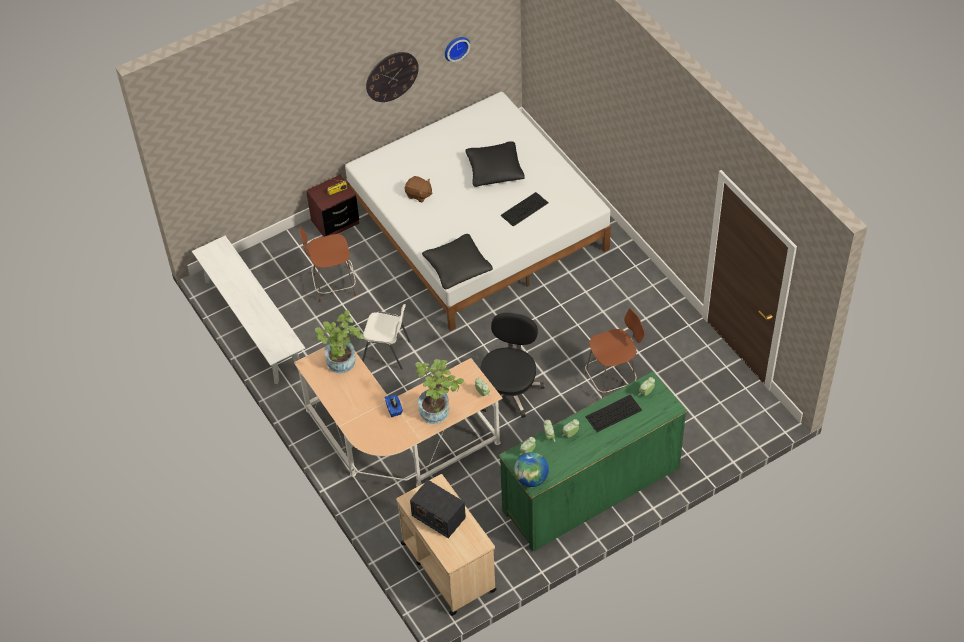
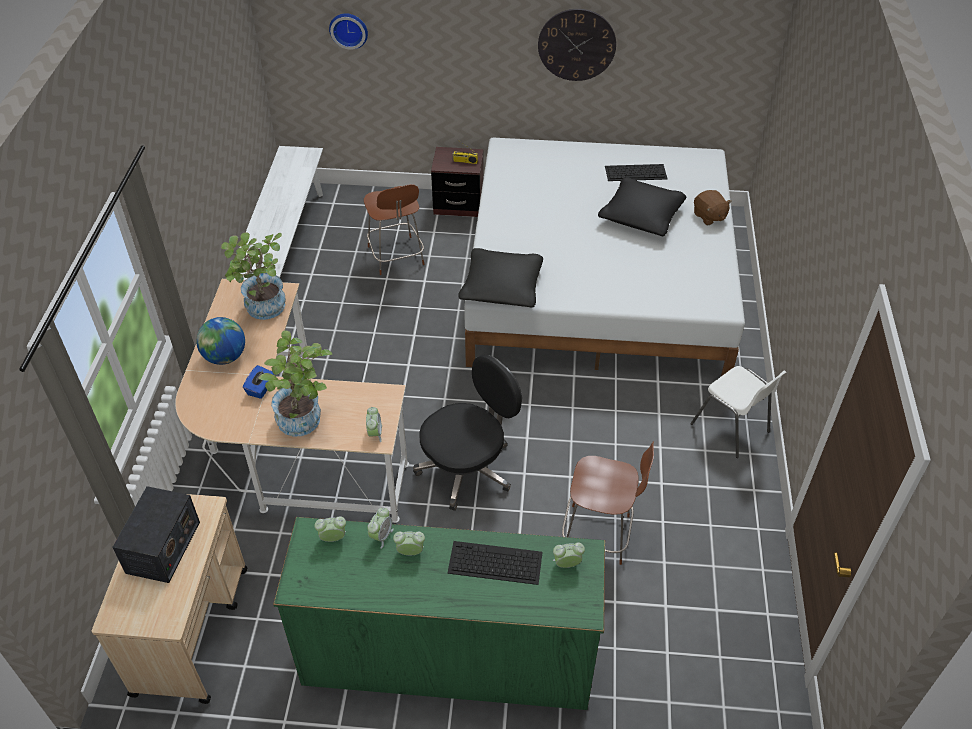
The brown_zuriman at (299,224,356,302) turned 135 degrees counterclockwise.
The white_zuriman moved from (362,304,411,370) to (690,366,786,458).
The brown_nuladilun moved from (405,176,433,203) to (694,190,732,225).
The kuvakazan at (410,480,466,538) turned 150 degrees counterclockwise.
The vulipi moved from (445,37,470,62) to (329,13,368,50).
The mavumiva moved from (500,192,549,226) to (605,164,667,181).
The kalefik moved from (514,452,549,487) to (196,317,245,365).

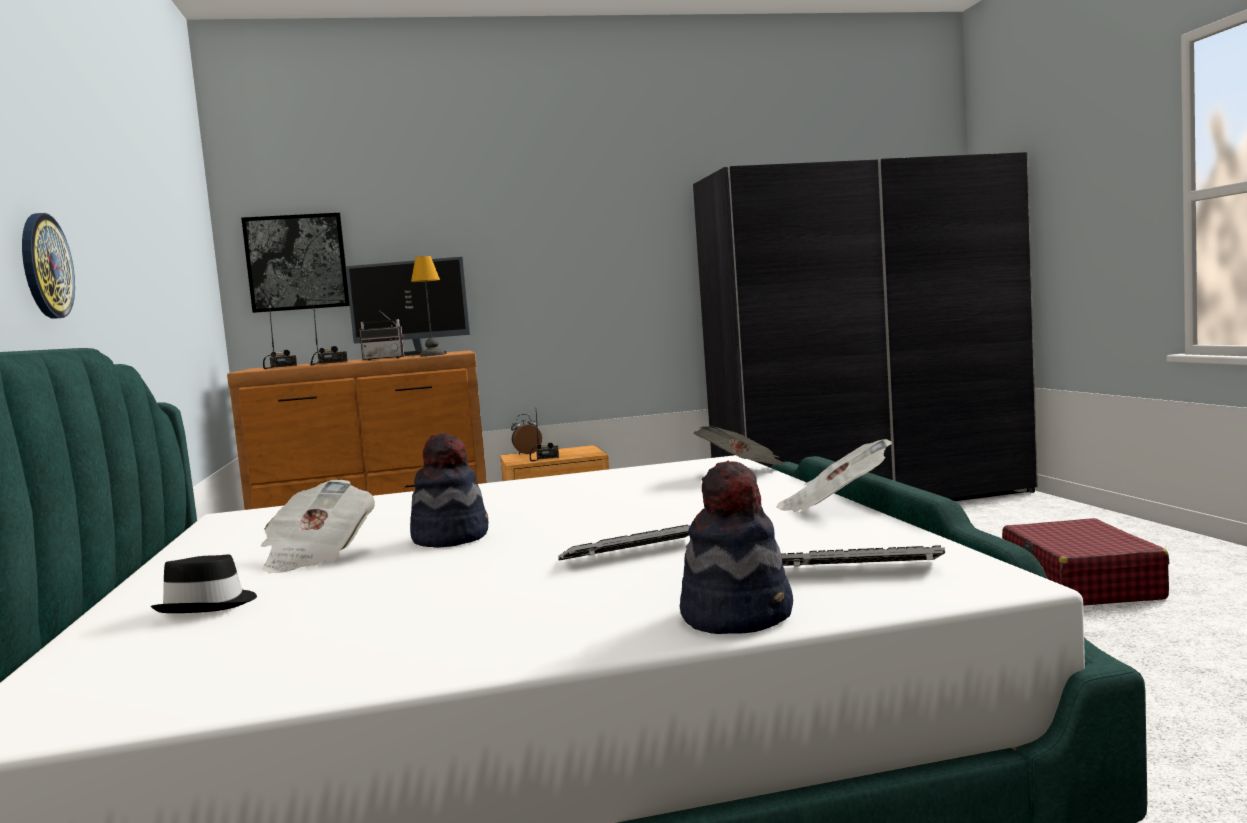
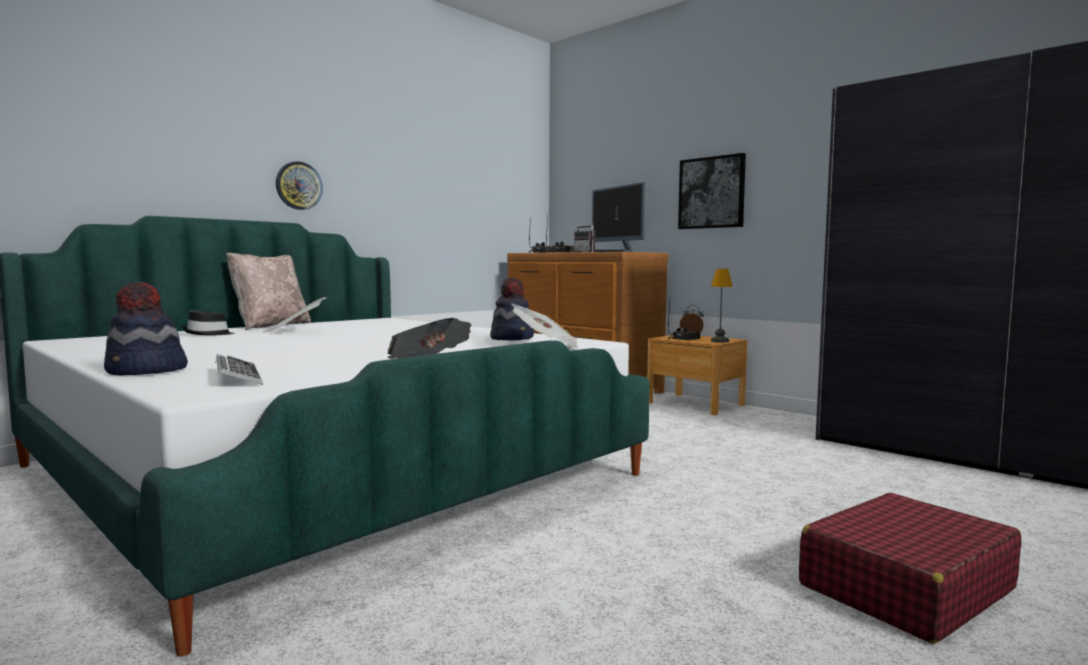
The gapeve moved from (241,213,350,313) to (678,153,746,229).
The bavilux moved from (410,433,488,548) to (490,278,534,340).
The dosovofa moved from (411,256,445,356) to (711,269,733,343).
The mavumiva at (558,525,690,560) disappeared.
The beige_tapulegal at (226,253,311,330) appeared.

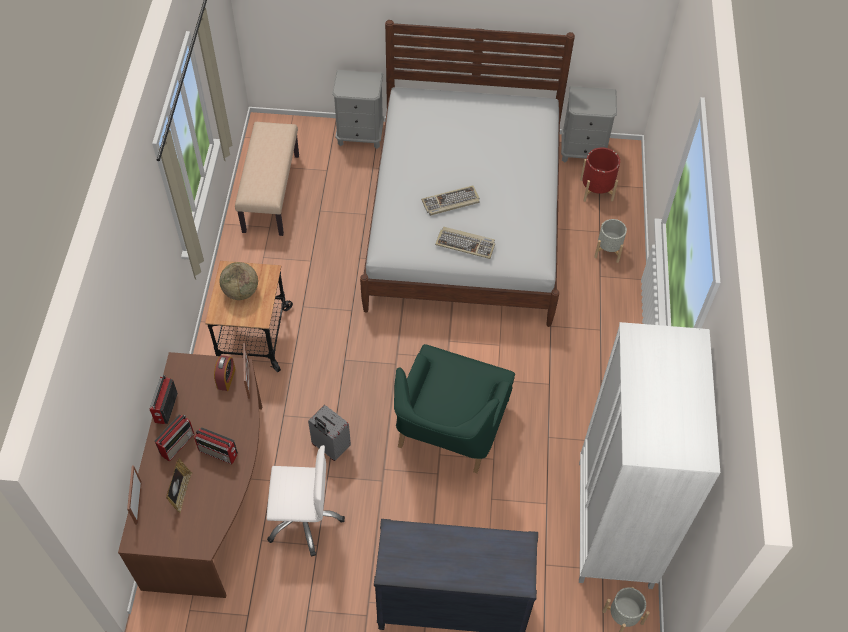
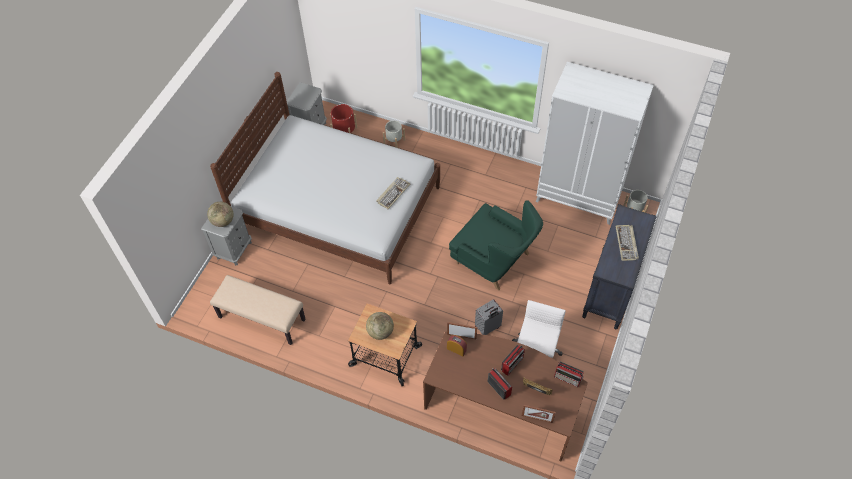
The kuvakazan moved from (150,375,178,424) to (554,361,584,387).
The mavumiva moved from (421,186,480,216) to (615,225,639,261).
The kalefik at (207,202,233,227) appeared.

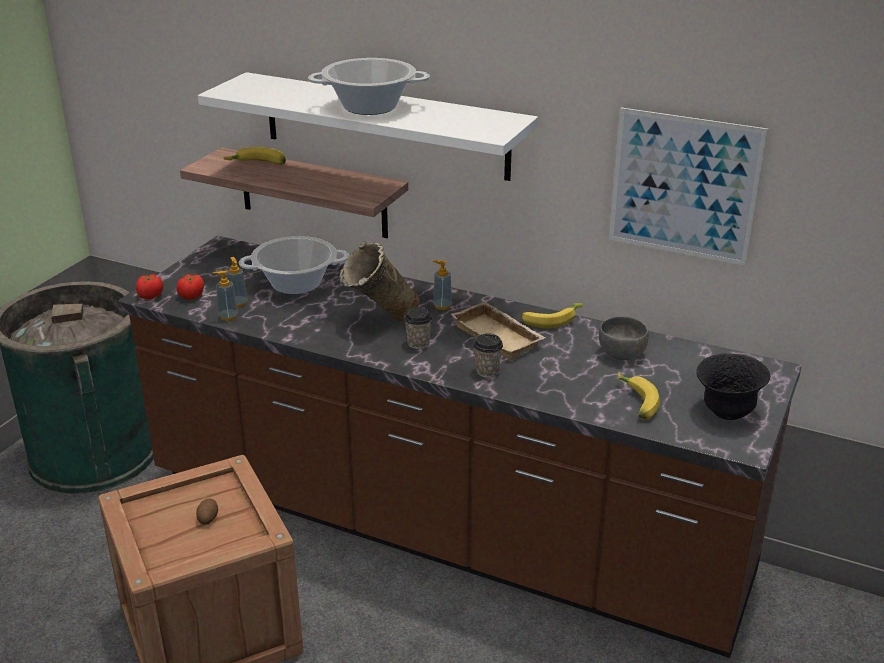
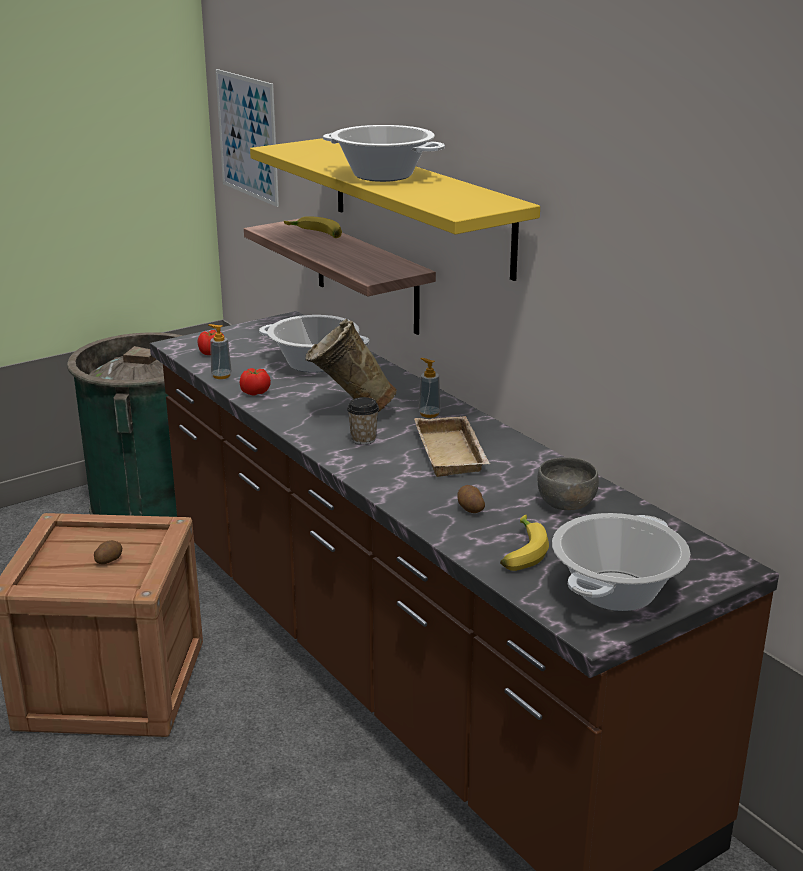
The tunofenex moved from (136,274,163,299) to (240,368,271,396).
The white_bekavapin at (198,72,538,181) became the yellow_bekavapin at (250,138,540,281).
The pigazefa at (227,257,248,307) disappeared.
The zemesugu at (473,333,503,378) disappeared.
The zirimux at (521,303,583,329) disappeared.
The gapeve moved from (609,108,768,266) to (215,69,279,207).
The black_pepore at (696,354,771,420) was replaced by the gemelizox at (552,513,690,611).
The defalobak at (457,485,485,513) appeared.

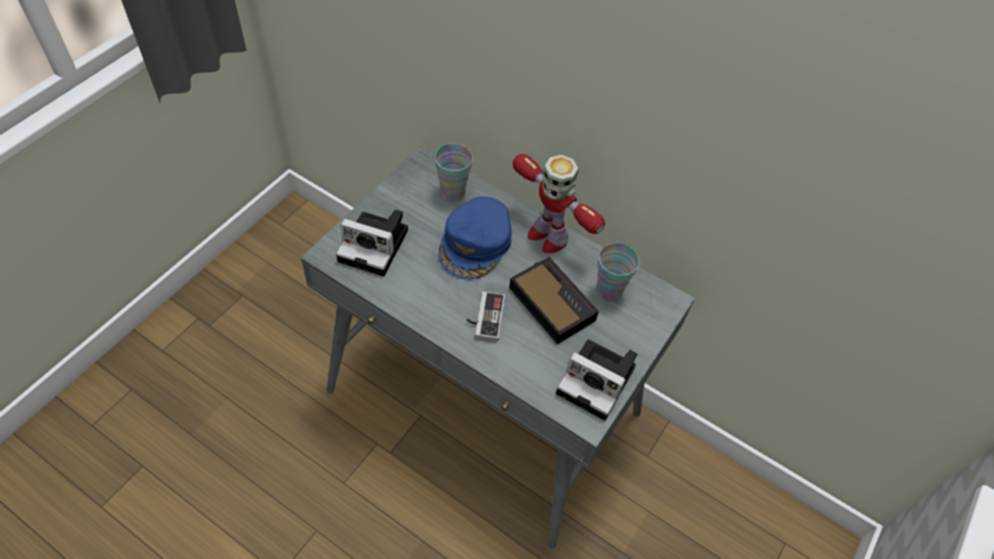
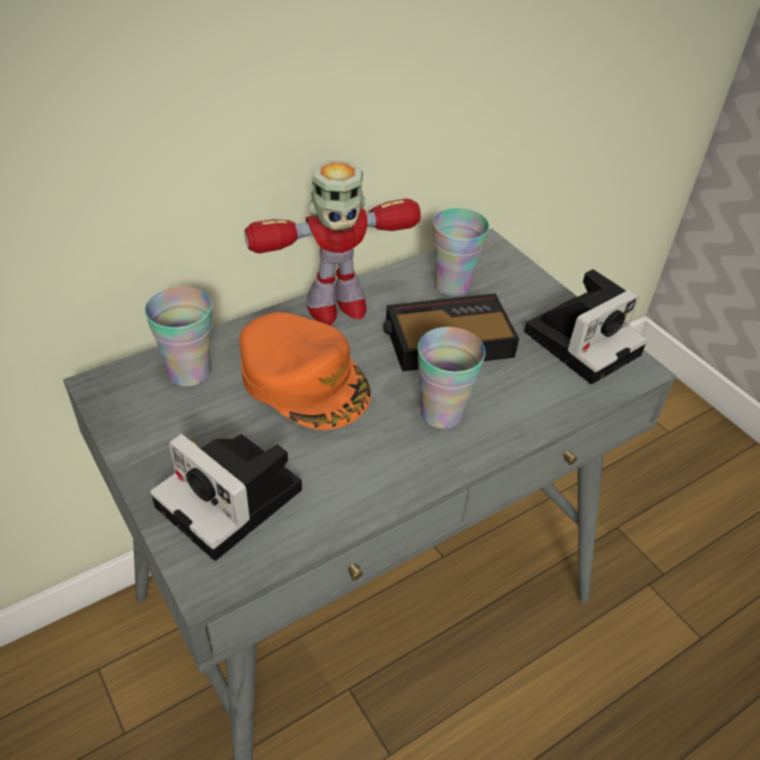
The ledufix at (336,209,408,276) turned 90 degrees clockwise.
The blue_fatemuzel at (439,196,512,280) became the orange_fatemuzel at (239,312,371,430).
The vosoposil at (466,291,505,342) was replaced by the zemesugu at (418,327,486,429).

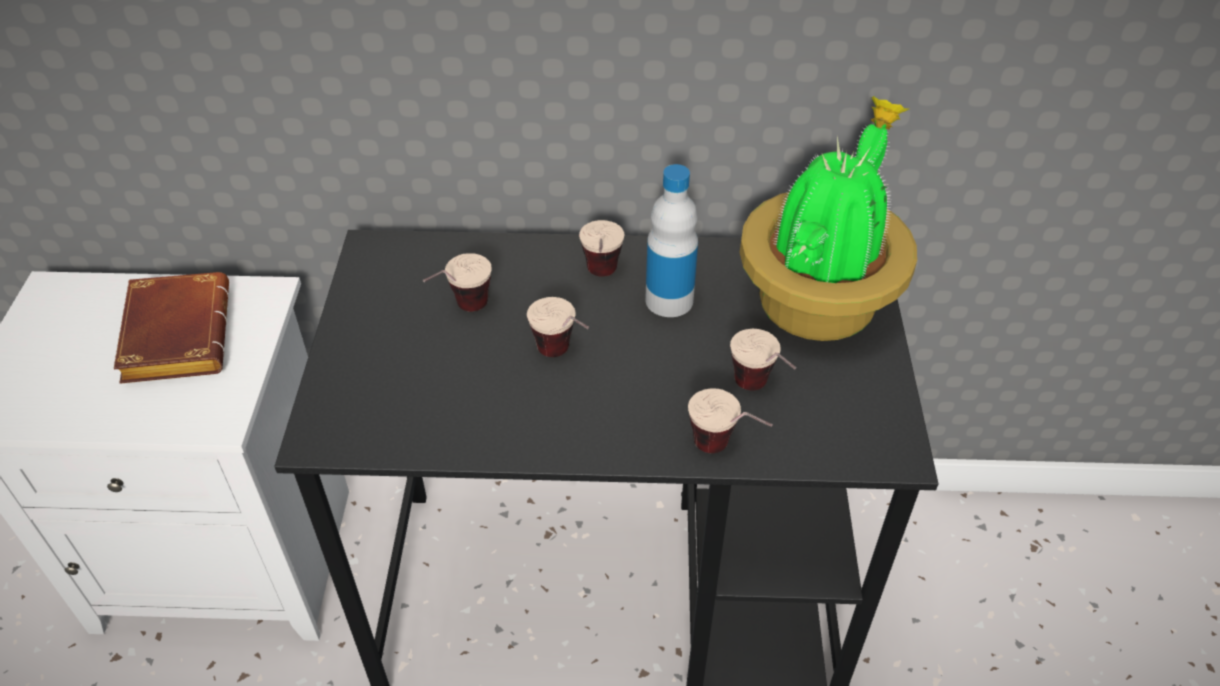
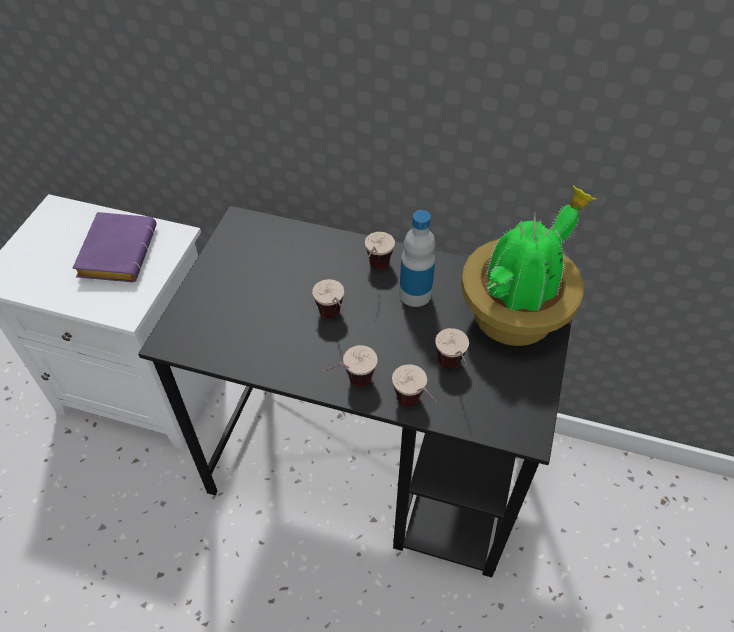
The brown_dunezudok at (114,272,229,384) became the purple_dunezudok at (73,212,157,282).
The zemesugu moved from (423,253,492,312) to (323,345,378,387).

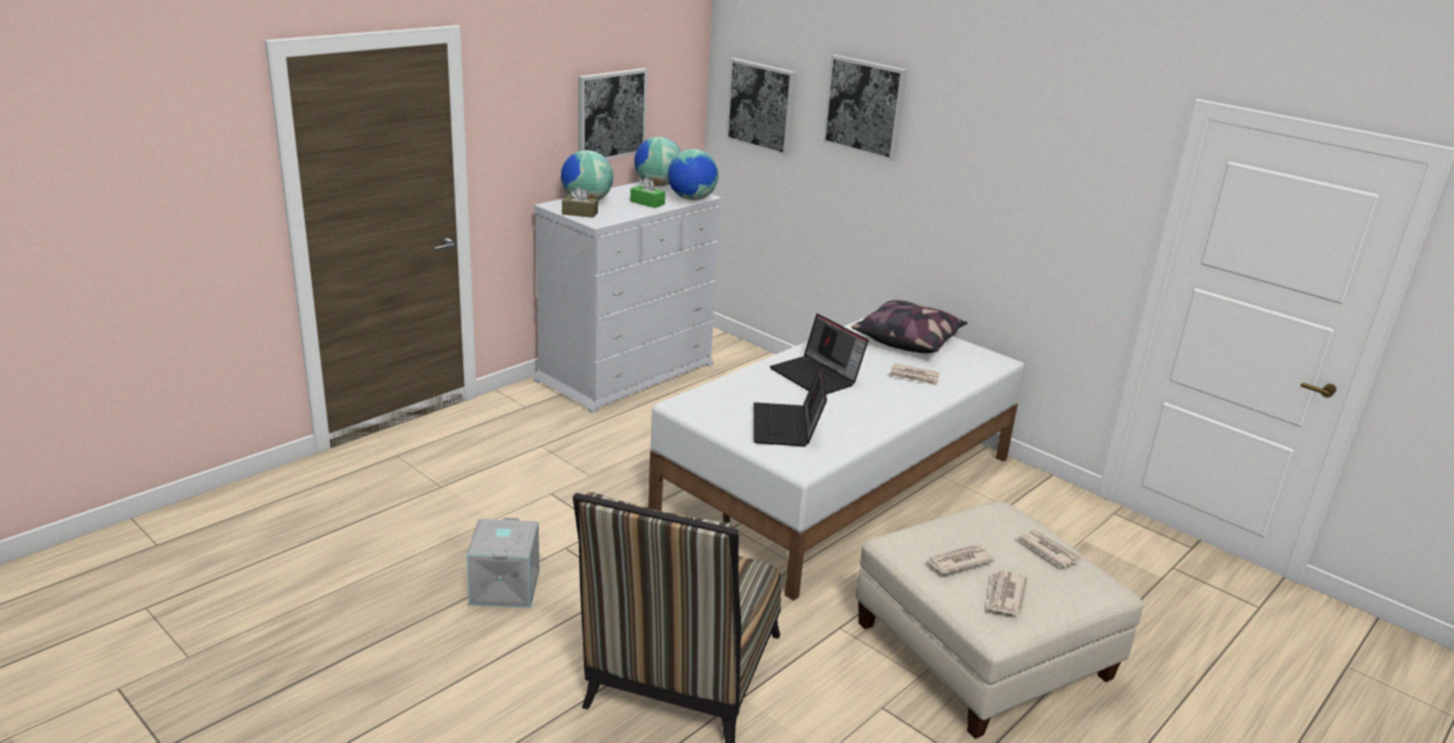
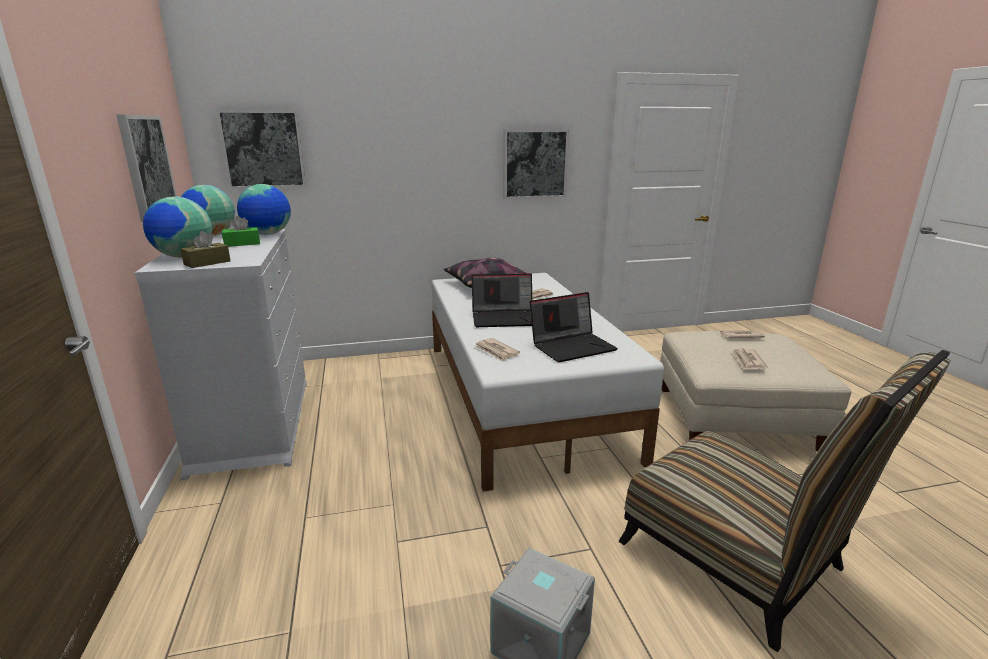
The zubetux at (753,363,827,446) turned 60 degrees counterclockwise.
The gapeve moved from (822,55,908,161) to (503,129,569,199).
The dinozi moved from (988,570,1027,615) to (475,338,520,362).

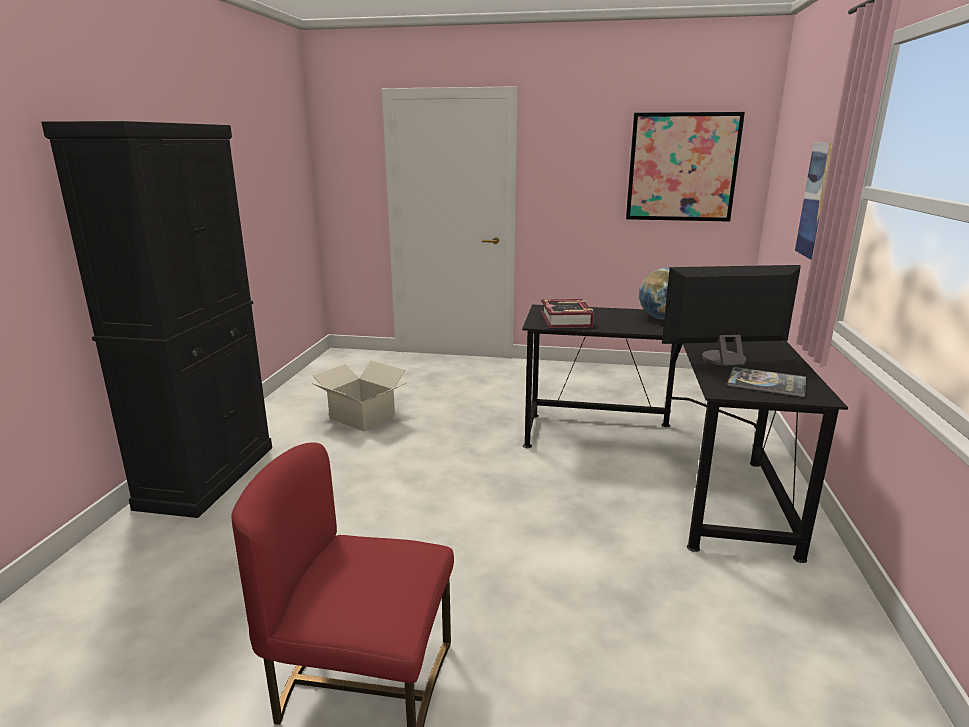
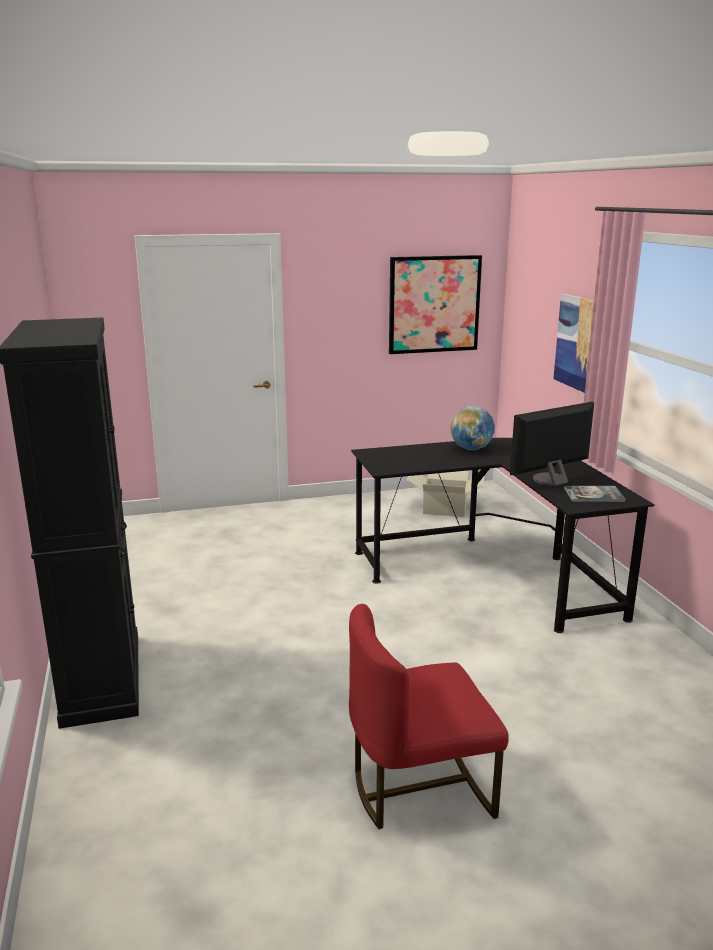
The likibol moved from (312,360,408,431) to (407,471,485,517).
The dunezudok at (541,299,594,328) disappeared.

